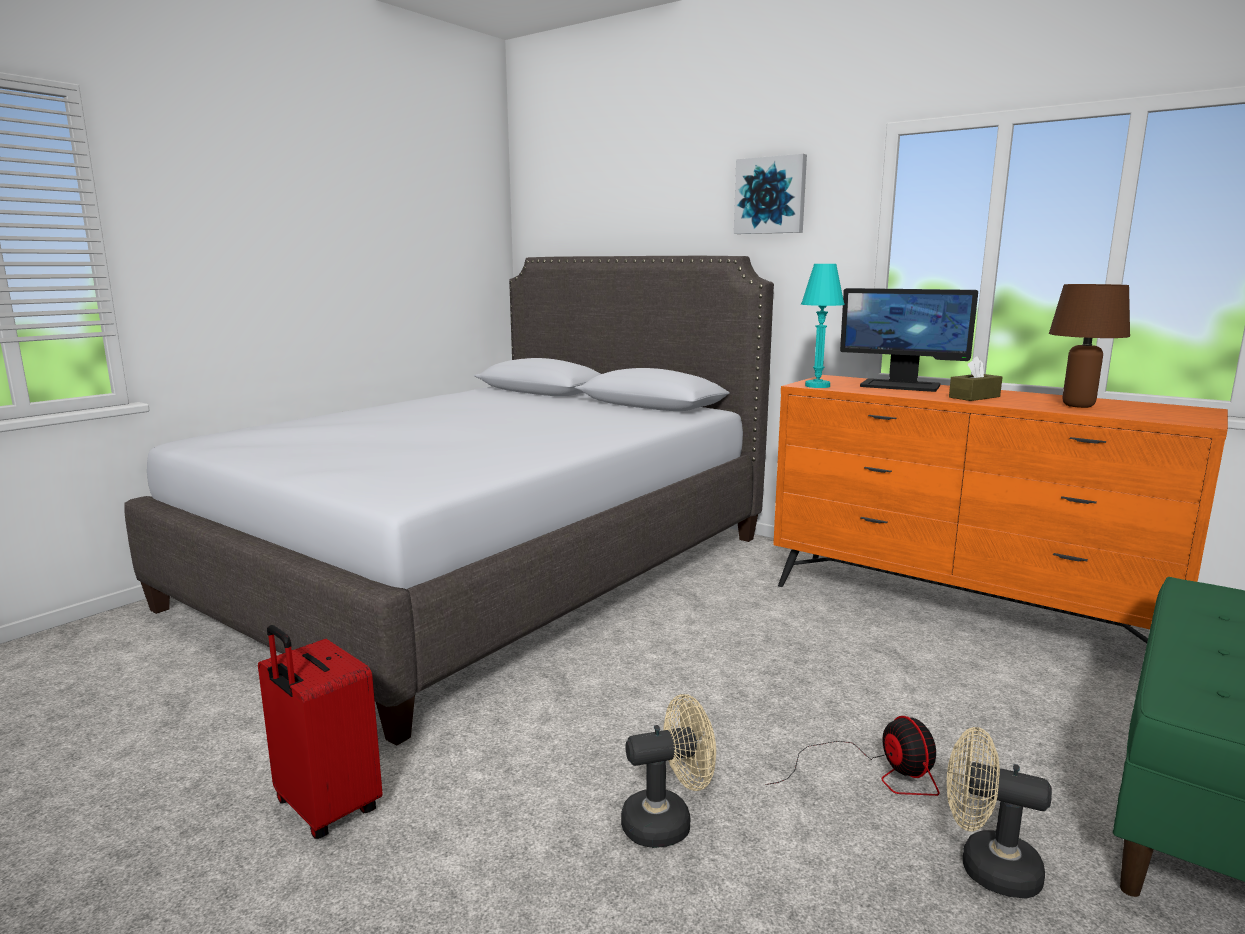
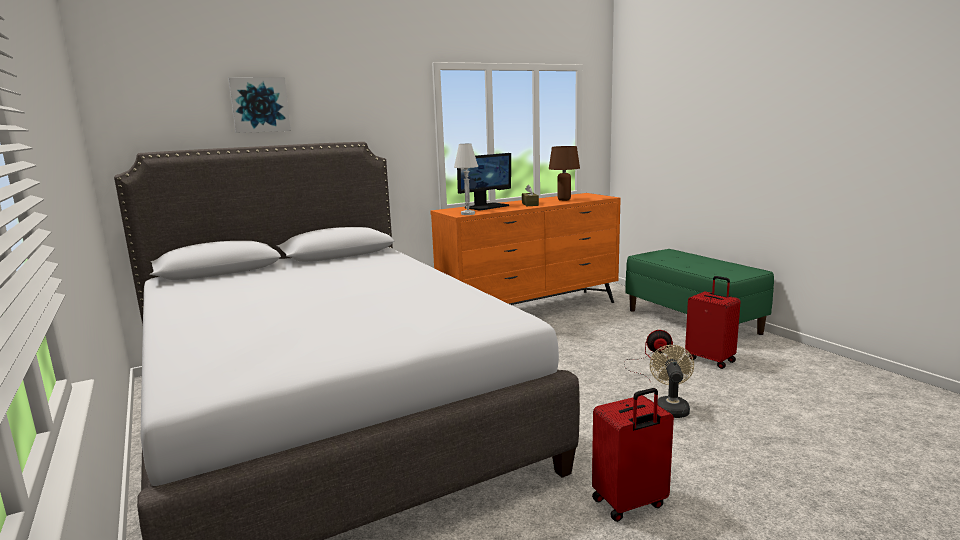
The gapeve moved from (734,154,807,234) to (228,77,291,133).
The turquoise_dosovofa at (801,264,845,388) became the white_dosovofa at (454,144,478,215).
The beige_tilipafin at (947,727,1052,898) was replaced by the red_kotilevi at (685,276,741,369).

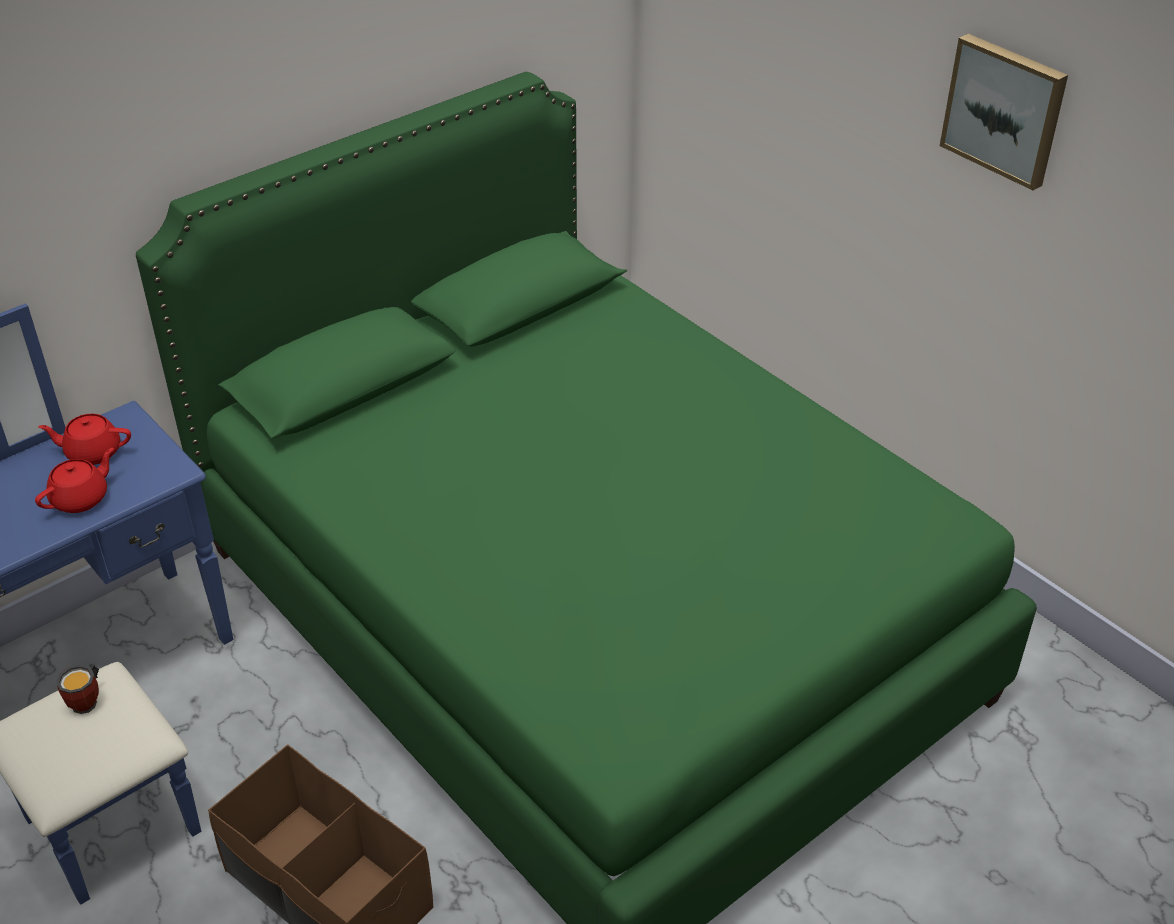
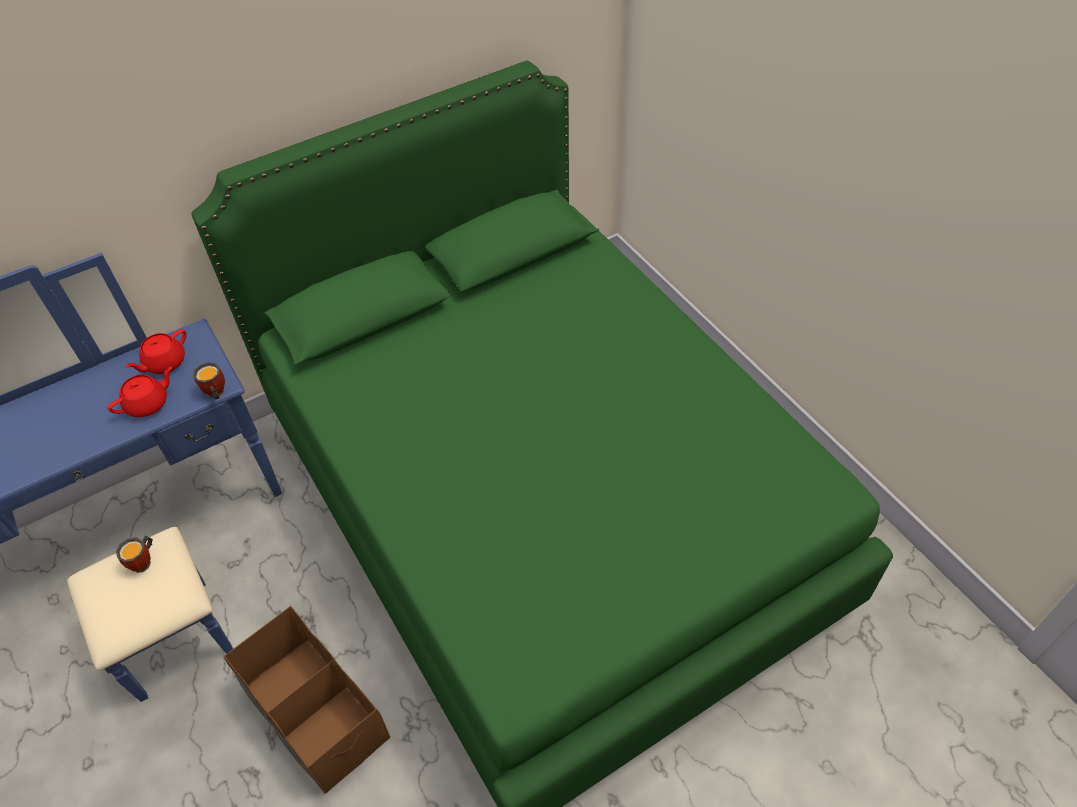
The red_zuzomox at (38,414,131,465) turned 60 degrees counterclockwise.
The gapeve at (940,34,1068,190) disappeared.
The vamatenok at (193,362,225,400) appeared.

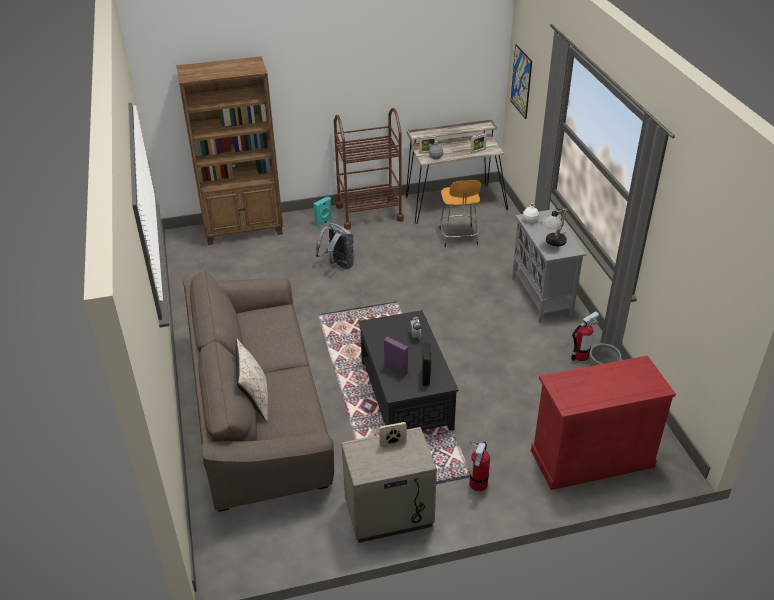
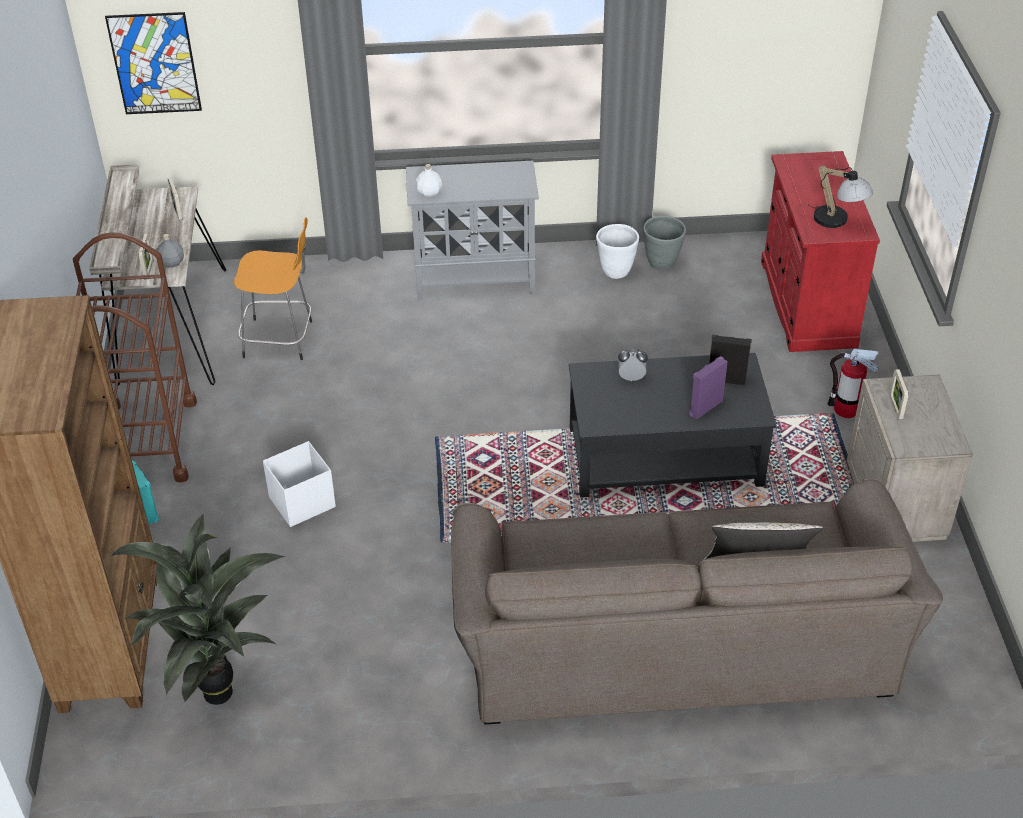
The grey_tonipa at (315,223,354,269) was replaced by the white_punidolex at (263,441,336,527).
The dosovofa moved from (541,208,568,246) to (809,165,873,228).
The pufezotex at (571,311,599,361) was replaced by the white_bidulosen at (596,224,639,279).
The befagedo at (111,514,286,705) appeared.

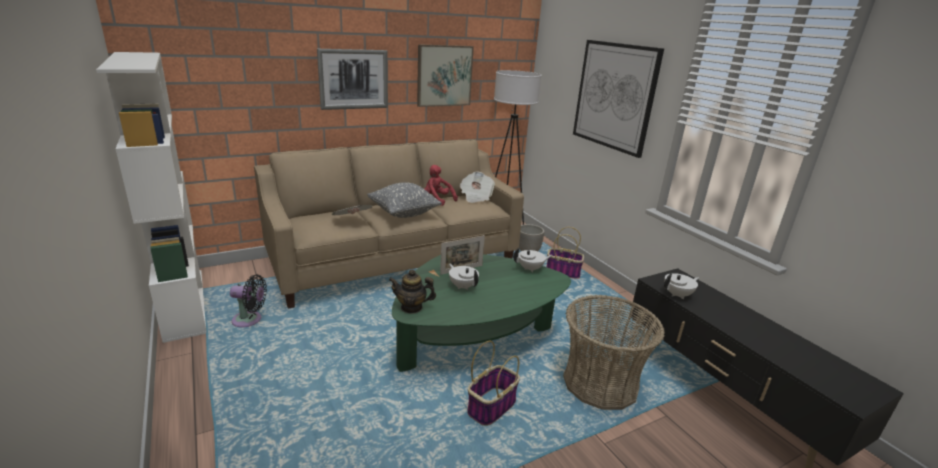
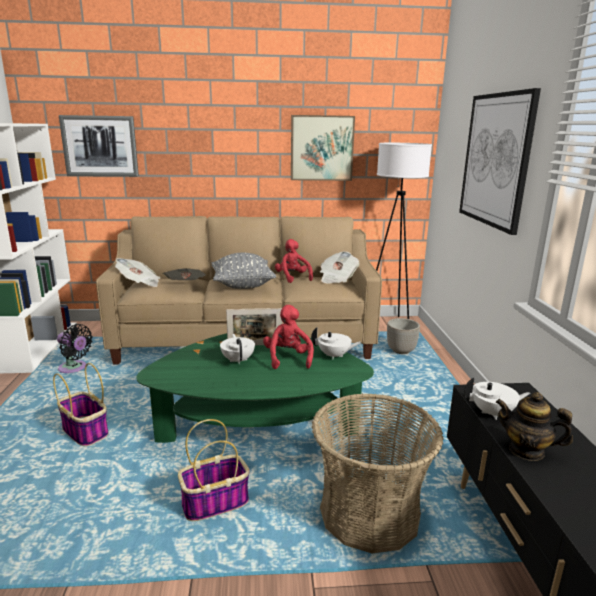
The gapeve moved from (317,49,388,110) to (59,115,139,177).
The zuzomox moved from (389,270,436,313) to (496,392,573,461).
The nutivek moved from (547,227,584,279) to (53,363,109,446).
The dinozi at (115,258,160,287) appeared.
The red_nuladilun at (263,305,314,369) appeared.

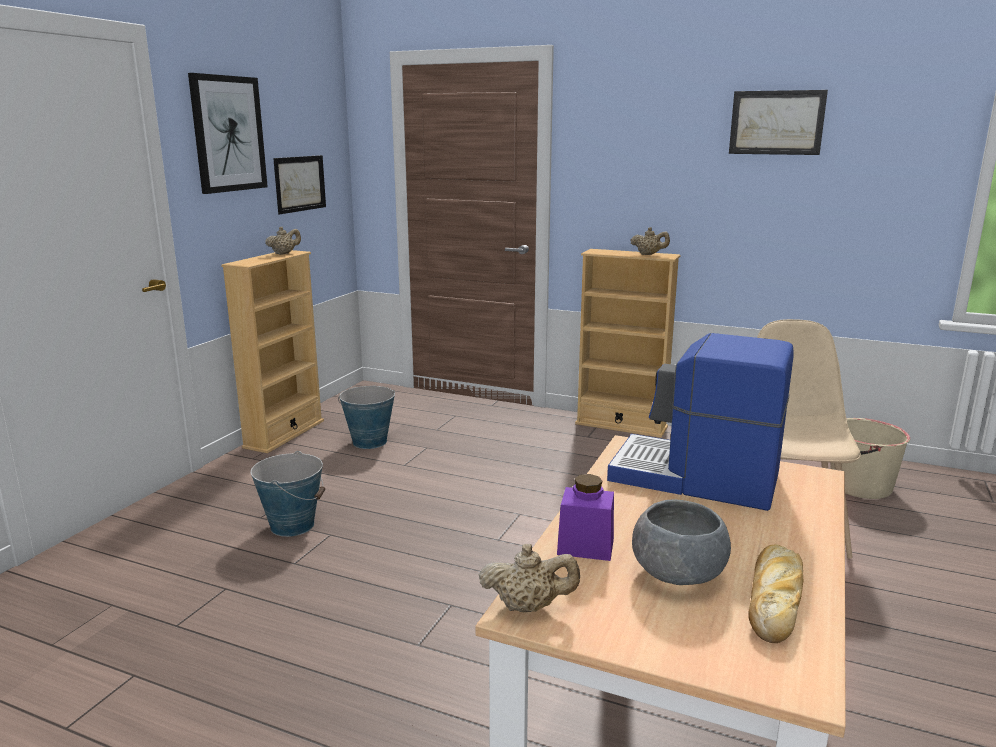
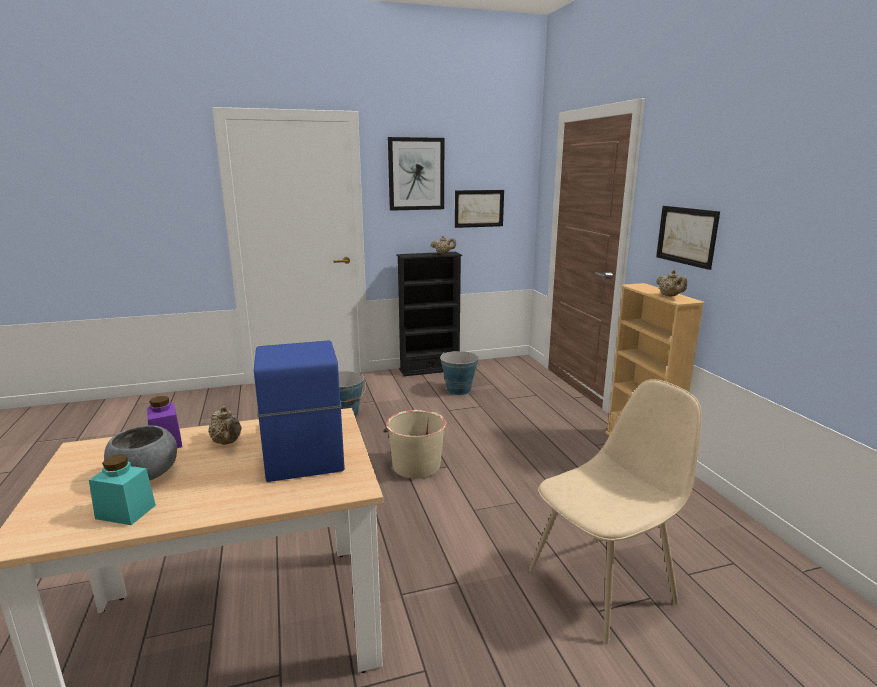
The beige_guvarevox at (221,250,324,453) became the black_guvarevox at (397,252,462,376).
The beige_zuzomox moved from (478,544,580,612) to (208,406,242,445).
The gapeve moved from (729,90,828,155) to (656,206,720,270).
The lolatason at (749,545,803,643) was replaced by the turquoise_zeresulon at (89,454,156,525).
The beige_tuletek moved from (830,418,910,499) to (383,410,446,479).

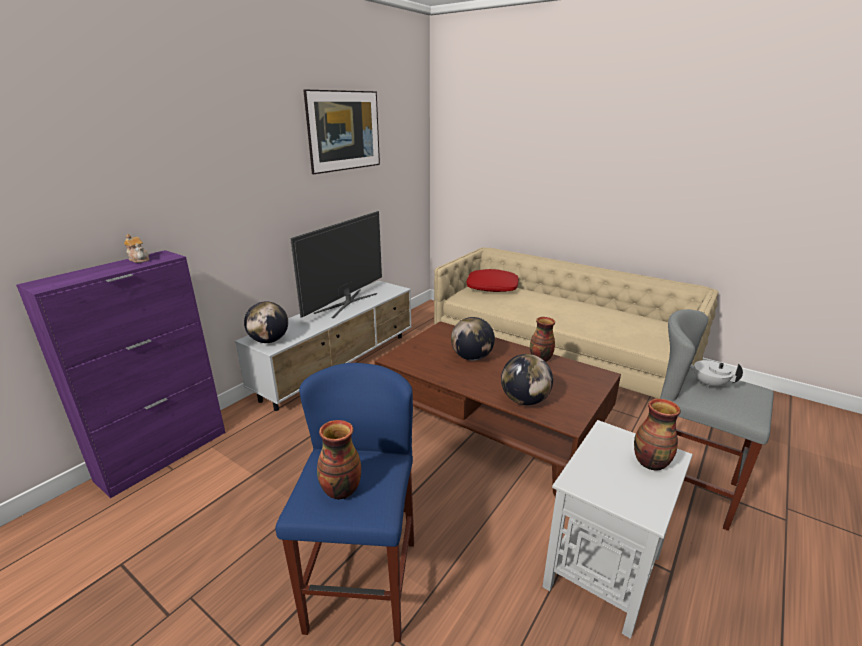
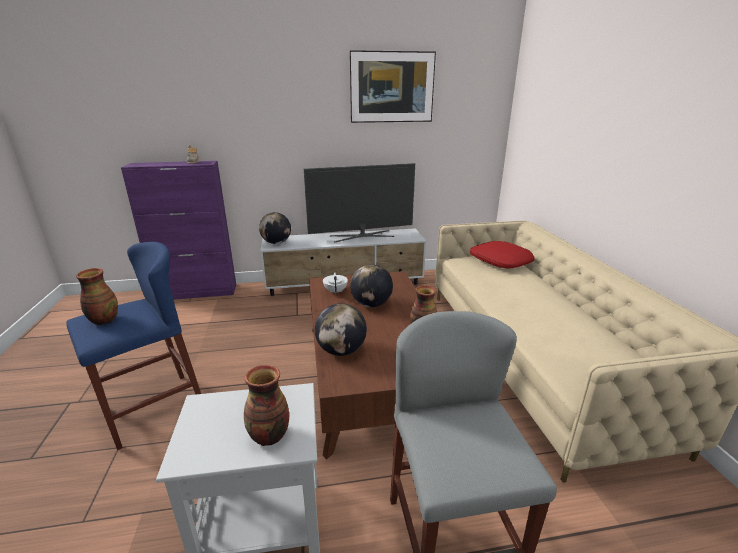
The white_zuzomox moved from (690,360,743,388) to (323,272,348,293).

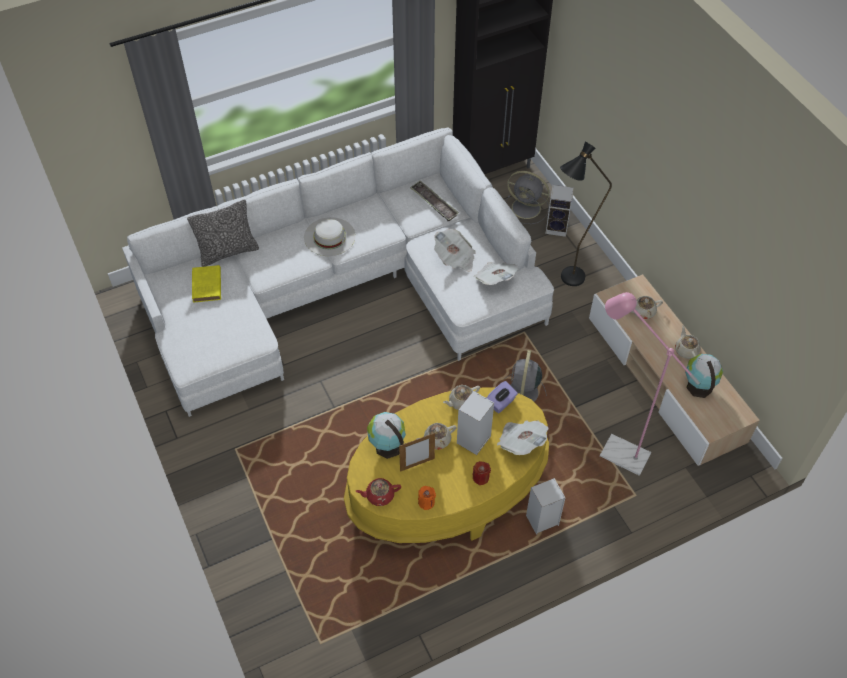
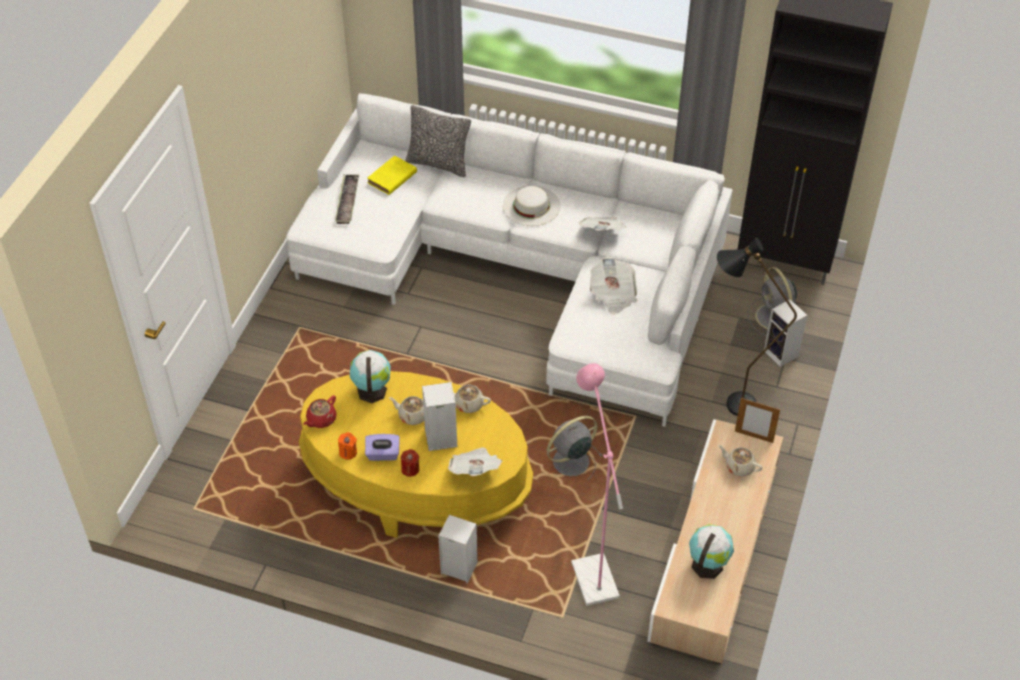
The red_zuzomox at (355,478,401,506) turned 90 degrees counterclockwise.
The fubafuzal moved from (399,433,435,472) to (735,398,780,443).
The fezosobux moved from (410,181,459,222) to (335,175,359,224).
The dinozi moved from (474,262,519,285) to (579,216,626,230).
The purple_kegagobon moved from (486,381,518,413) to (365,434,400,461).
The beige_zuzomox at (675,325,701,359) disappeared.

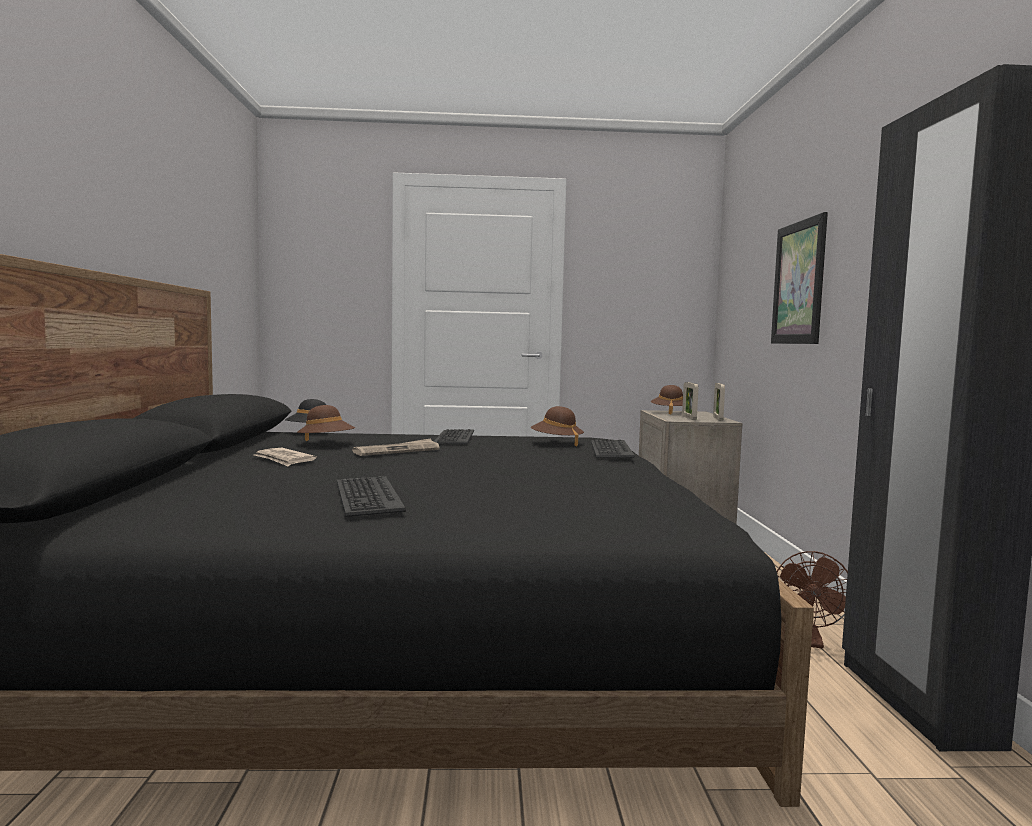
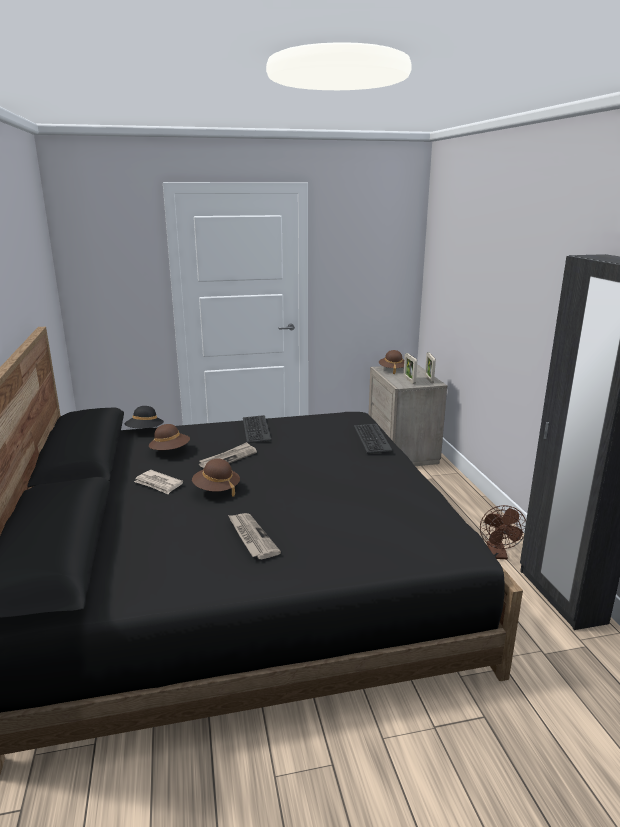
The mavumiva at (337,476,406,517) was replaced by the dinozi at (228,513,281,559).
The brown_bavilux moved from (531,406,584,446) to (192,459,240,497).
The gapeve at (771,212,828,344) disappeared.

